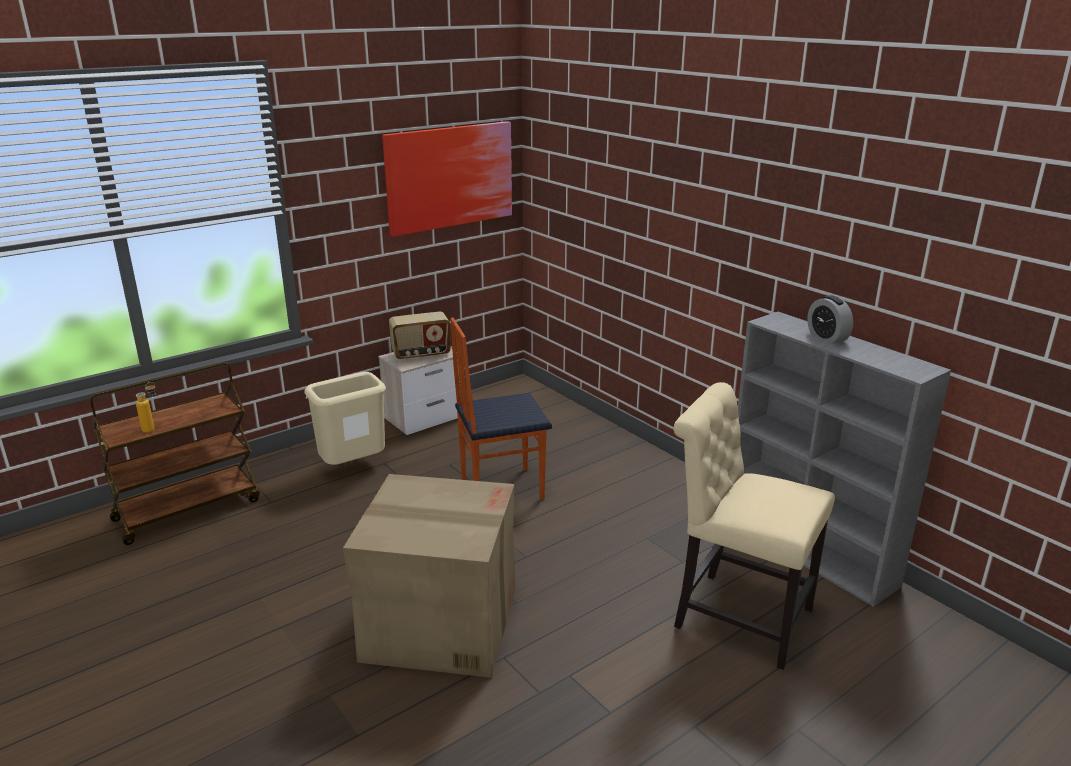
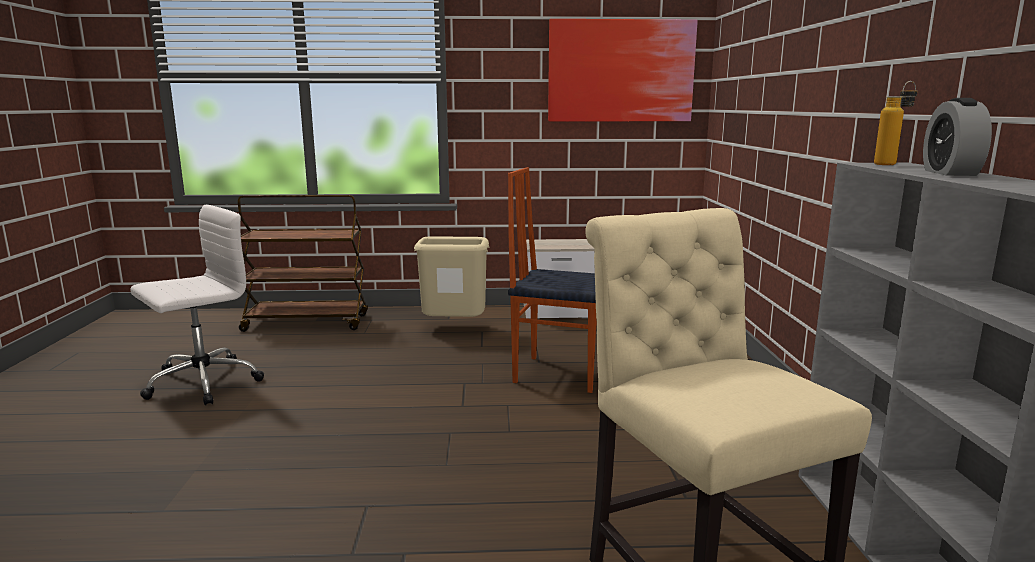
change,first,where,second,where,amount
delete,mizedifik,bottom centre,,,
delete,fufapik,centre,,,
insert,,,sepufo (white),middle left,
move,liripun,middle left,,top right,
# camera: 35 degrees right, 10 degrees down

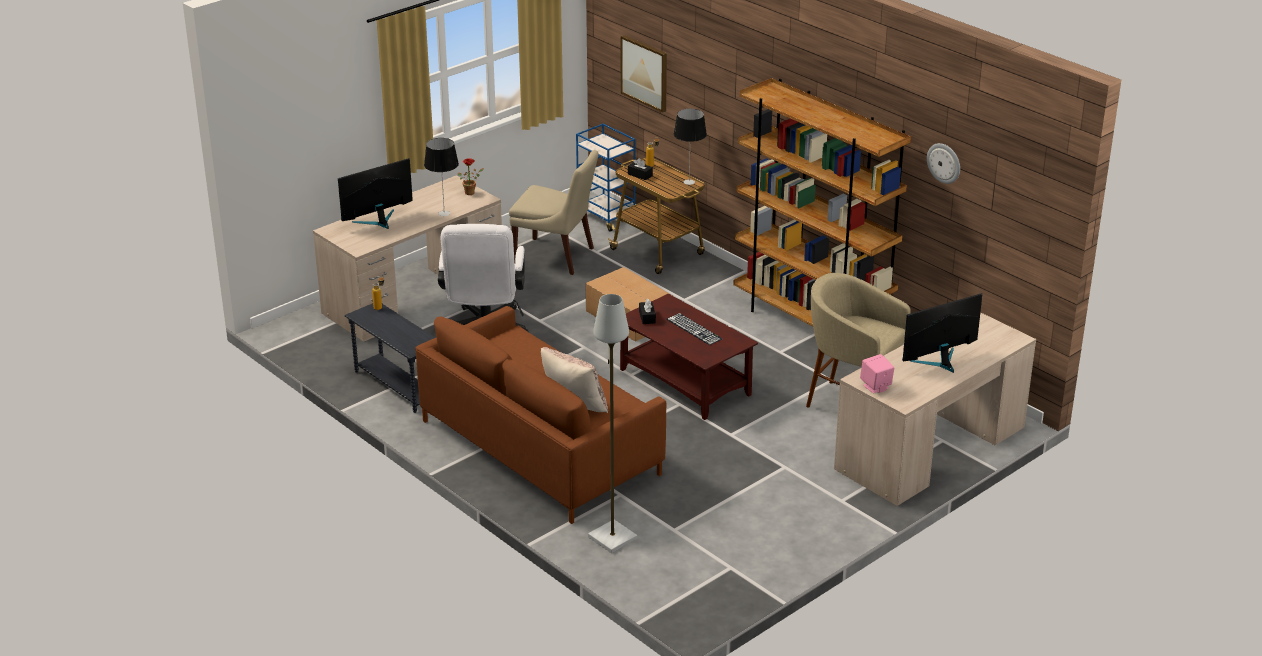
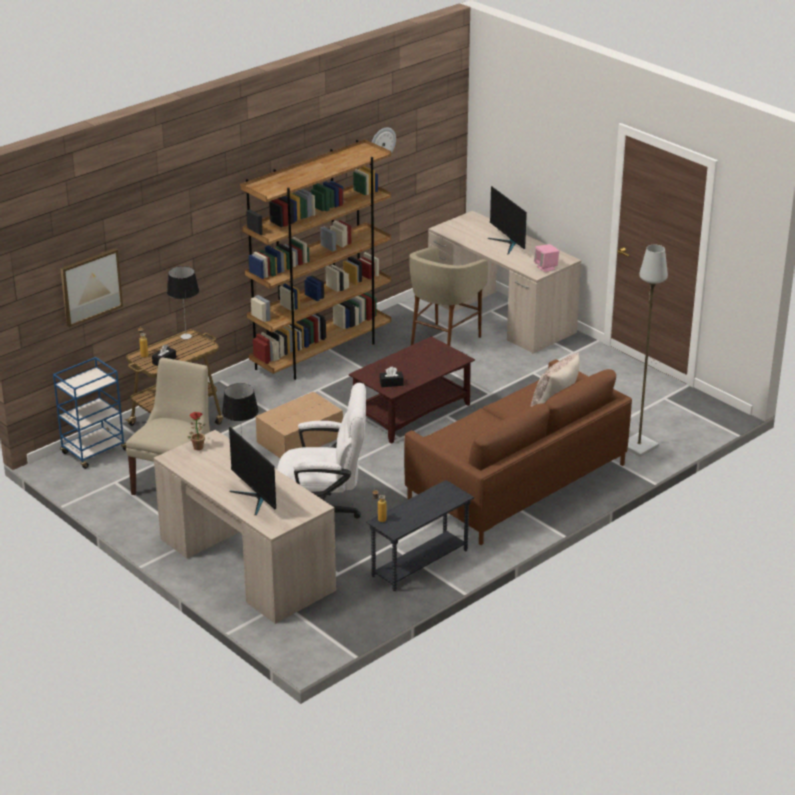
change,first,where,second,where,amount
delete,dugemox,centre,,,
# camera: 90 degrees left, 0 degrees up

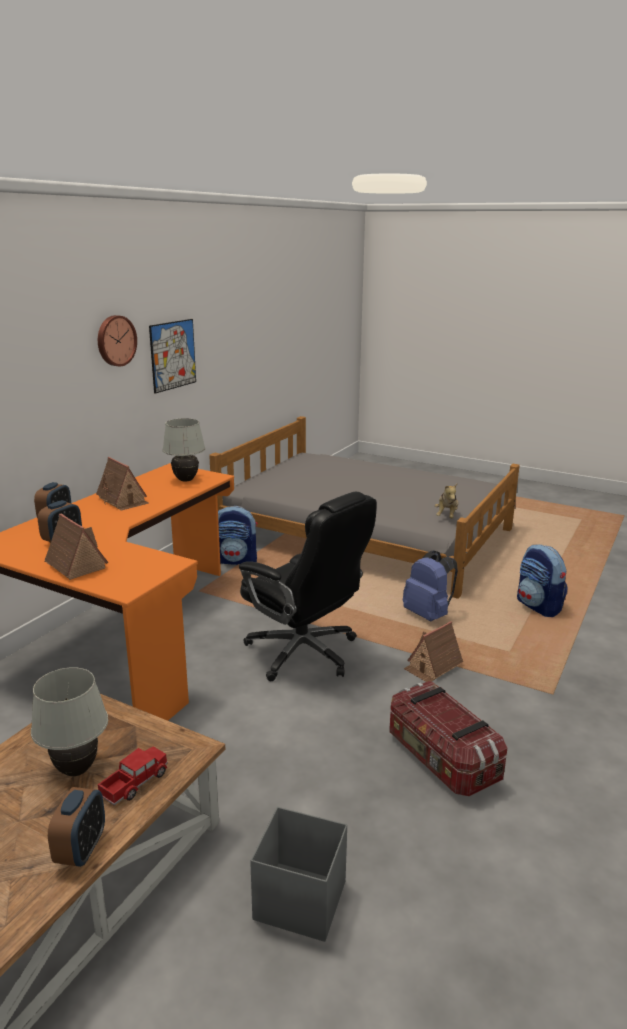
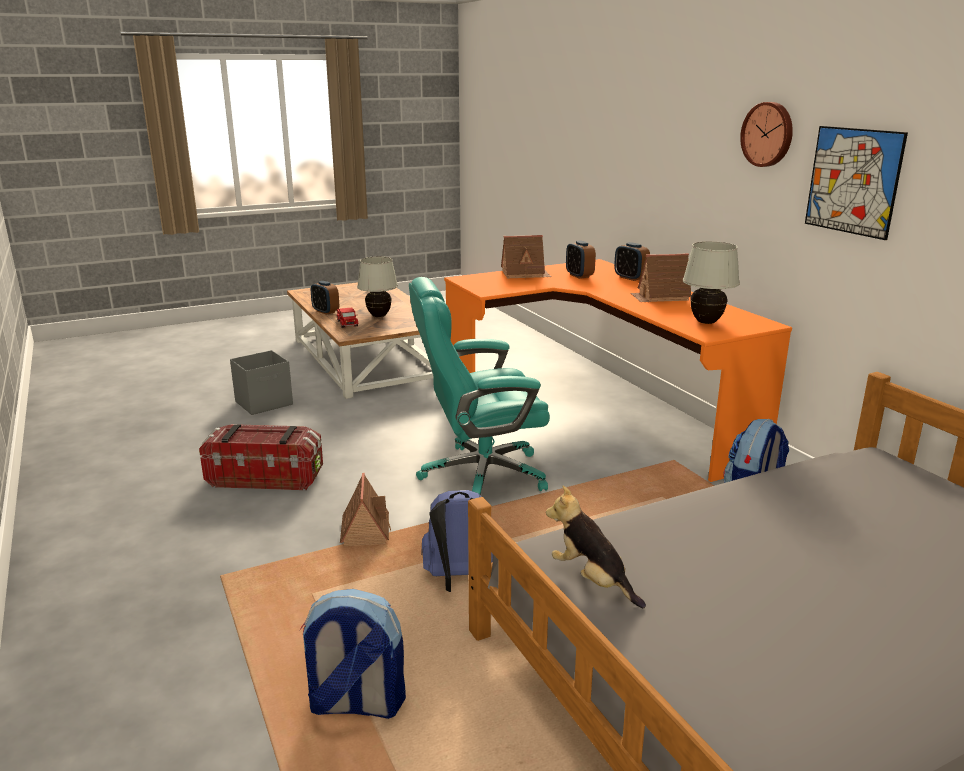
change,first,where,second,where,amount
recolor,sepufo (black),centre,sepufo (turquoise),centre,
# camera: 125 degrees right, 0 degrees up

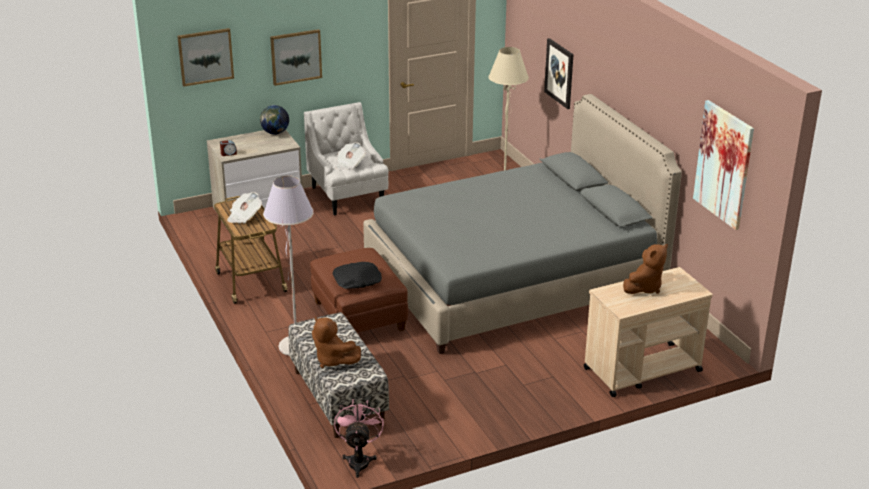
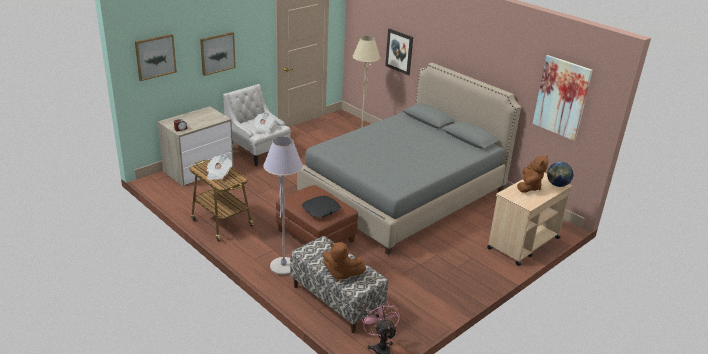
change,first,where,second,where,amount
move,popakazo,top left,,middle right,
# camera: 20 degrees left, 0 degrees up

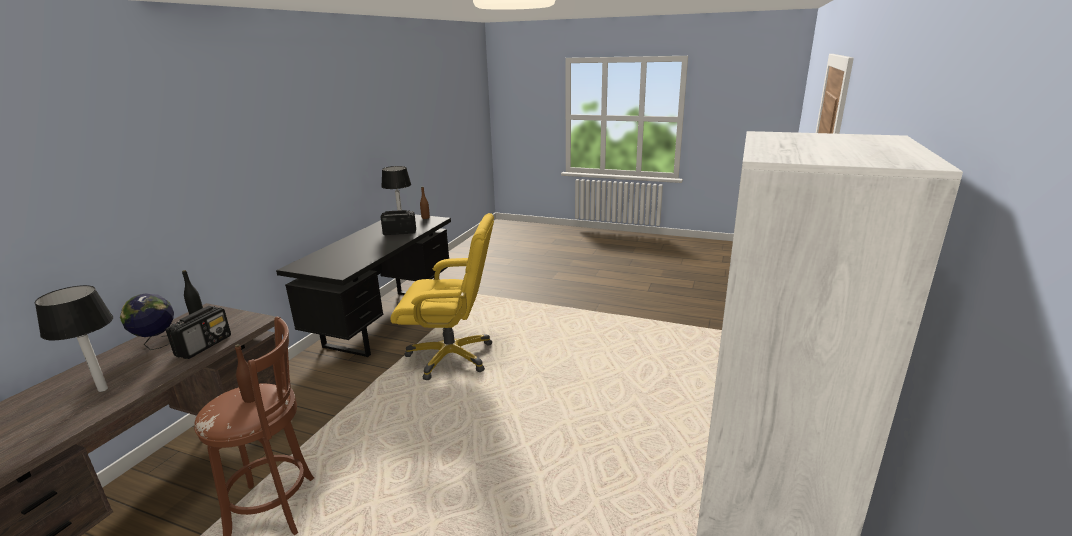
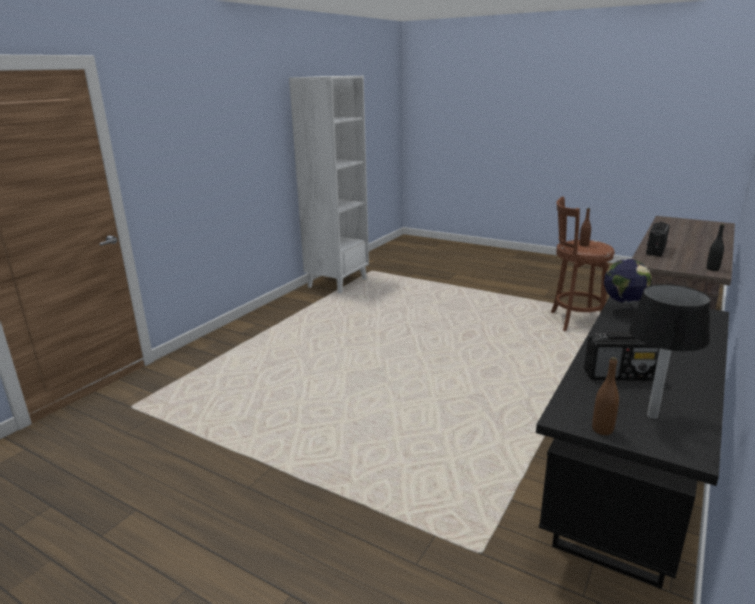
change,first,where,second,where,amount
delete,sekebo (1st from left),middle left,,,
delete,sepufo (yellow),centre,,,
move,popakazo,middle left,,middle right,
# camera: 170 degrees left, 0 degrees up

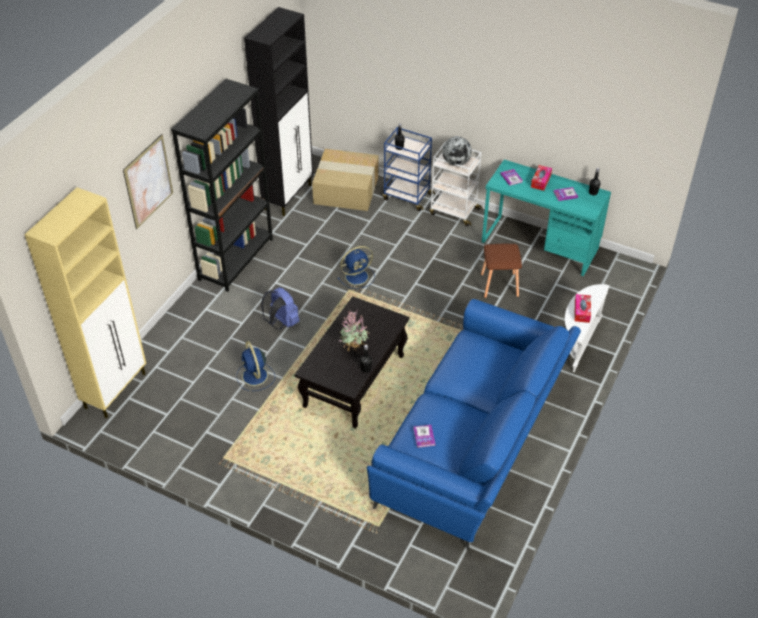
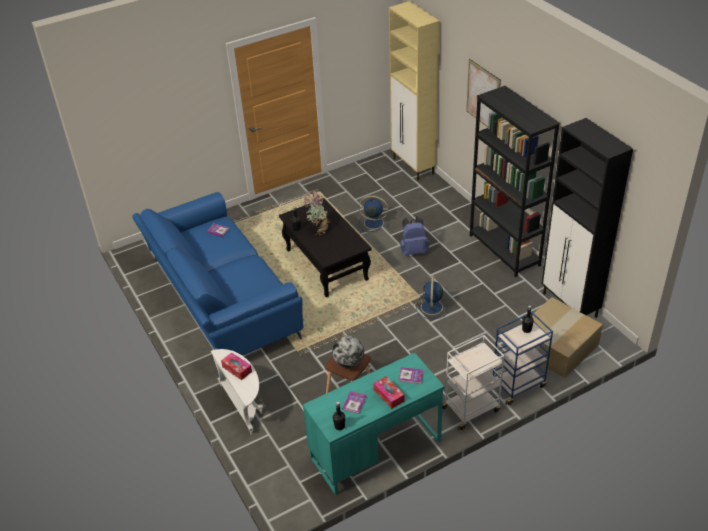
change,first,where,second,where,amount
move,popakazo,top centre,,centre,
# camera: 125 degrees right, 5 degrees down

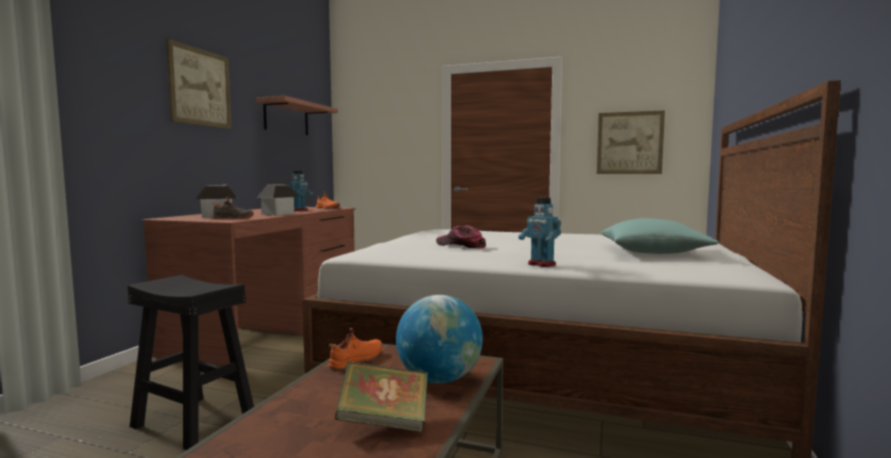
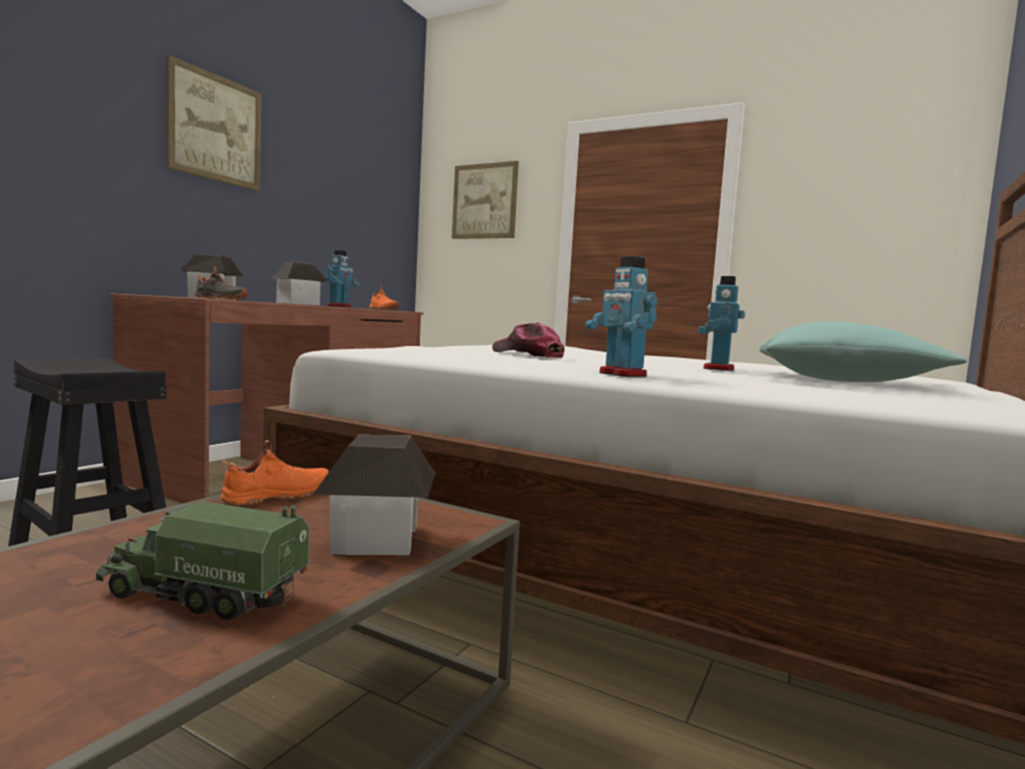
change,first,where,second,where,amount
delete,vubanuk,top centre,,,
insert,,,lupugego (3rd from left),middle right,
move,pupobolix (2nd from left),top right,,top centre,
replace,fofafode,bottom centre,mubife,bottom left,
replace,popakazo,bottom centre,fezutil (3rd from left),centre,
# camera: 10 degrees right, 0 degrees up

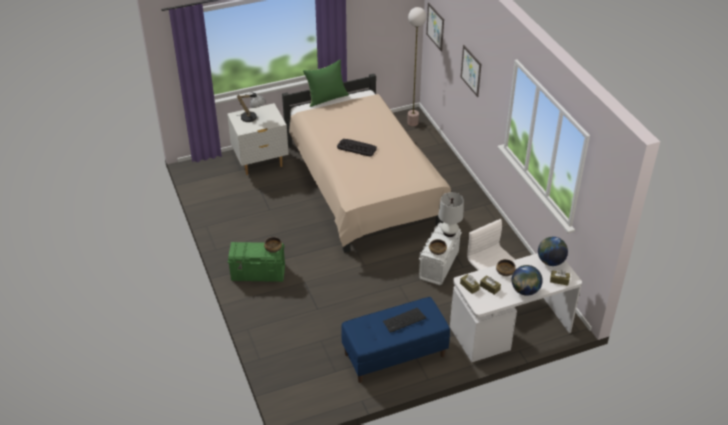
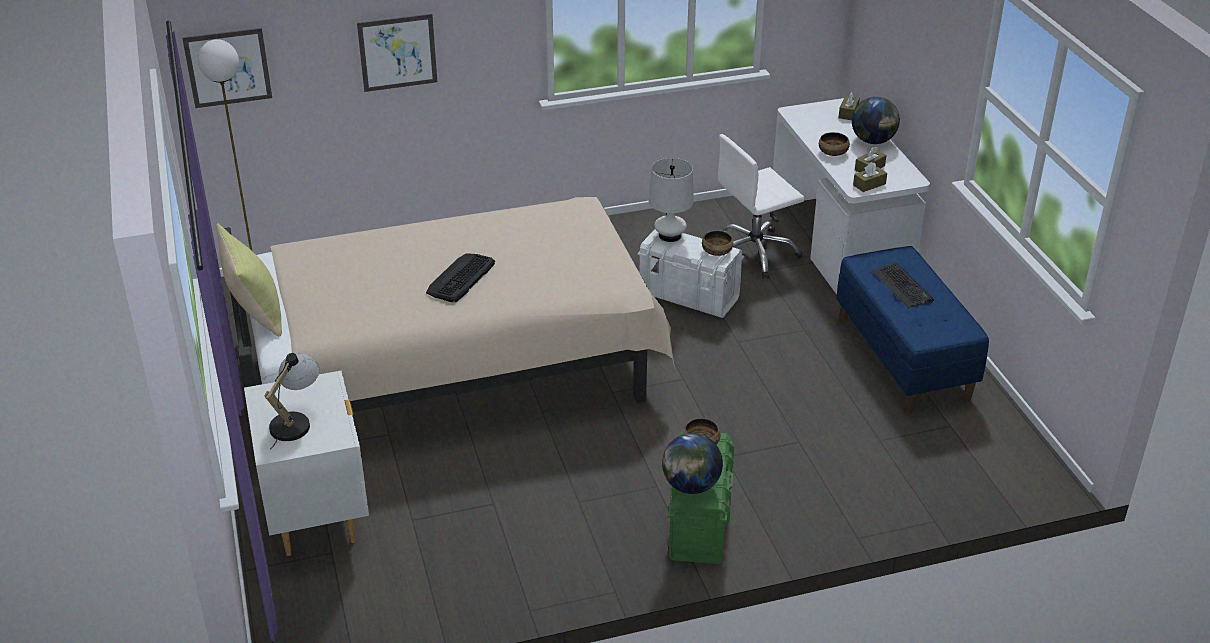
change,first,where,second,where,amount
move,popakazo (2nd from left in the first image),middle right,popakazo (1st from left),bottom centre,
recolor,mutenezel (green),top centre,mutenezel (yellow),middle left,
# camera: 85 degrees left, 5 degrees down

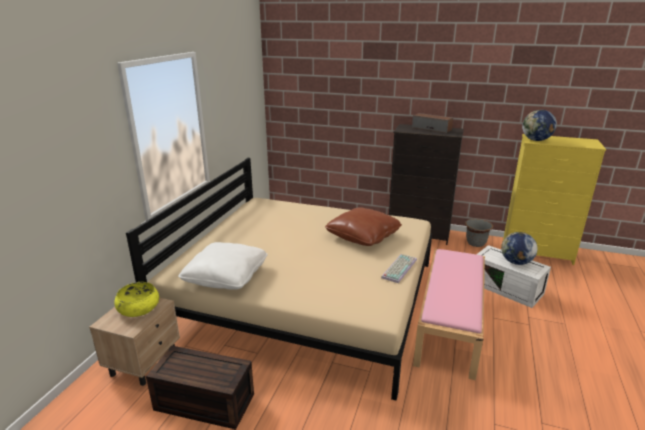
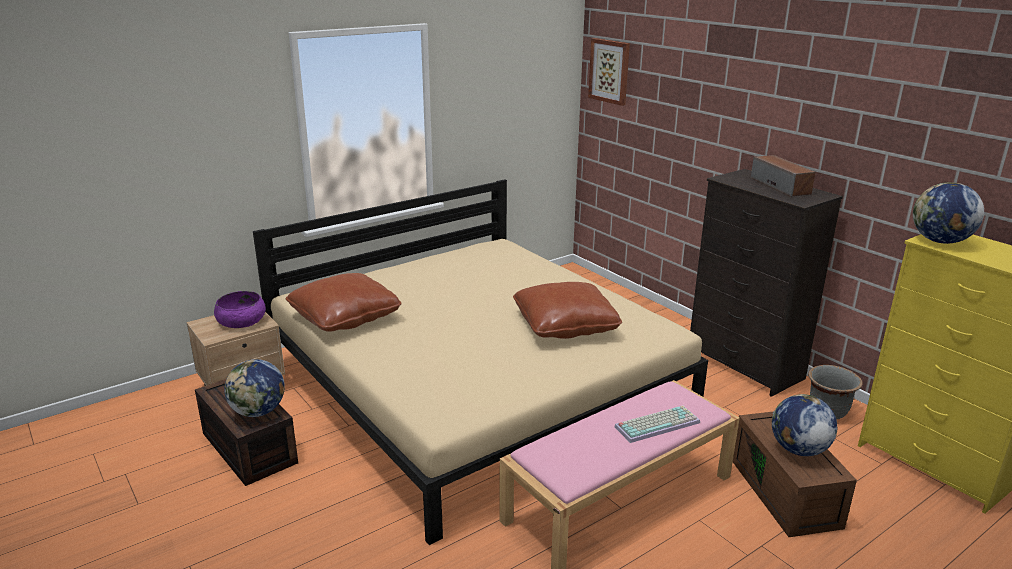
change,first,where,second,where,amount
insert,,,popakazo (1st from left),bottom left,
insert,,,pupobolix,top centre,
move,dugemox,centre,,bottom centre,
recolor,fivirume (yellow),bottom left,fivirume (purple),middle left,
recolor,mutenezel (white),centre,mutenezel (brown) (1st from left),centre,
recolor,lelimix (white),middle right,lelimix (brown) (2nd from left),bottom right,
# camera: 35 degrees right, 0 degrees up

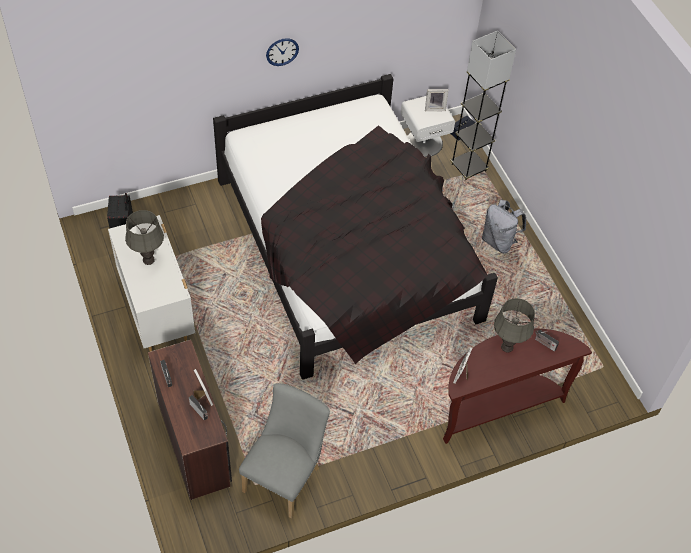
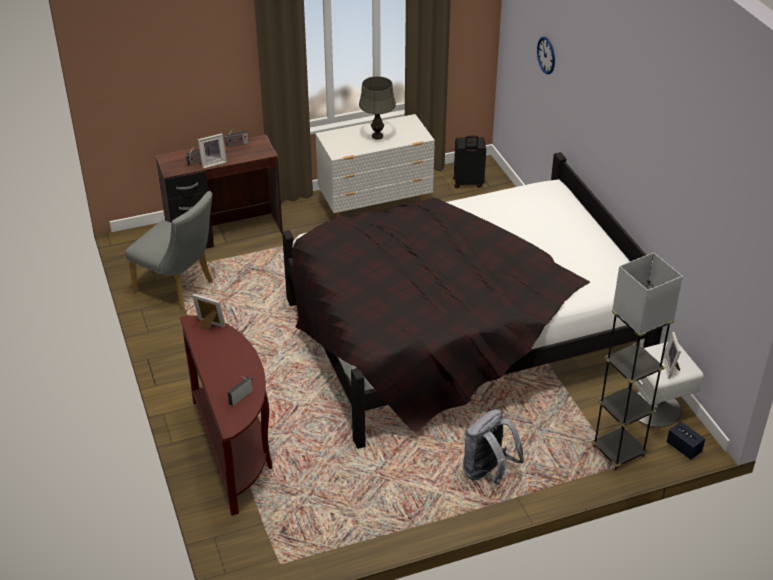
change,first,where,second,where,amount
delete,sekebo (grey) (2nd from left),middle right,,,
move,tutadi,top centre,,top right,
# camera: 95 degrees right, 15 degrees down

